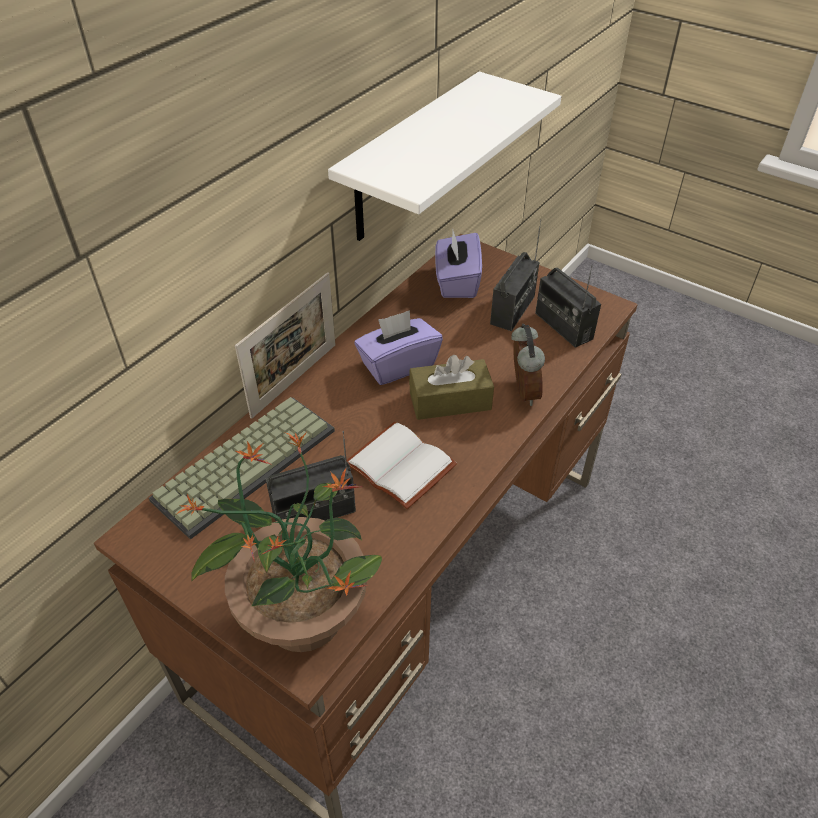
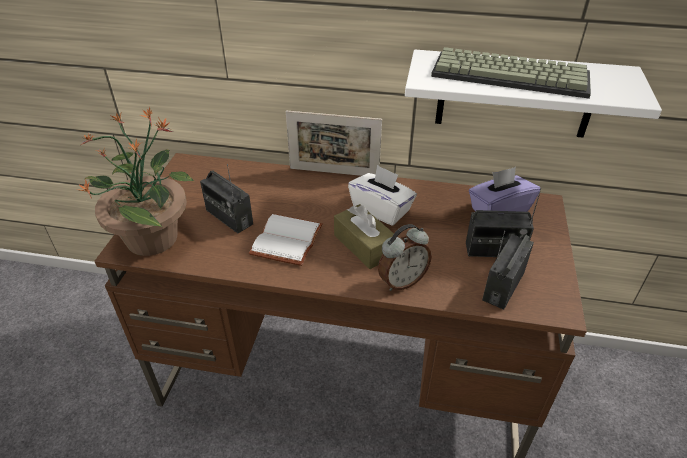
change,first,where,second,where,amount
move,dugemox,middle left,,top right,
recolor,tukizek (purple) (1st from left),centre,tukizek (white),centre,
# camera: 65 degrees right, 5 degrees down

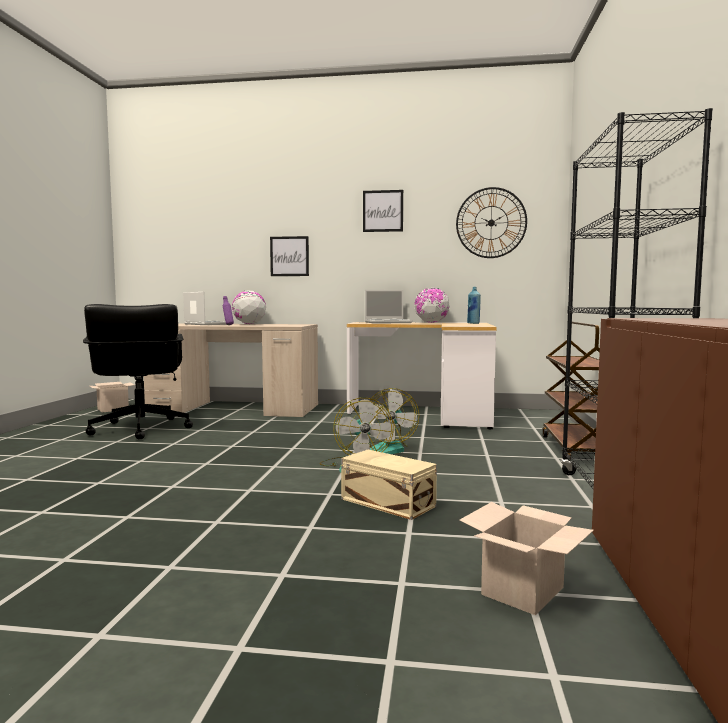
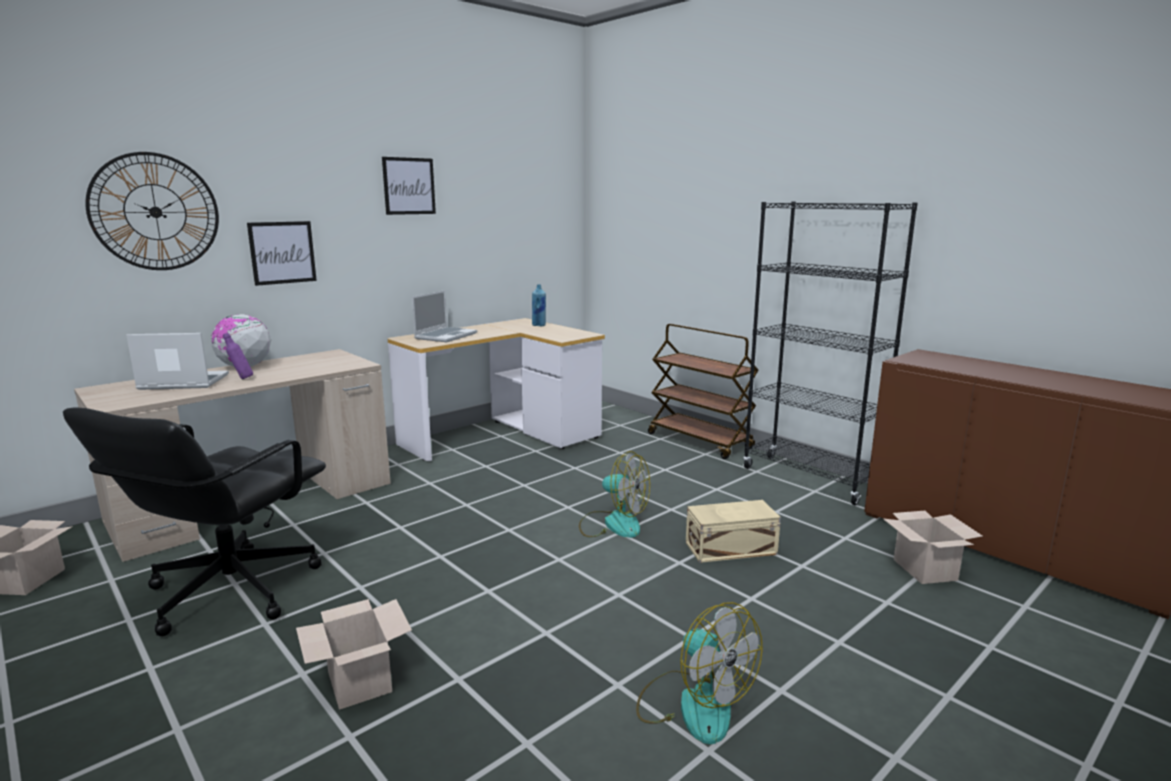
change,first,where,second,where,amount
delete,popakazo (2nd from left),centre,,,
insert,,,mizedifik (2nd from left),bottom left,
move,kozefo (2nd from left),centre,,bottom centre,
move,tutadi,top right,,top left,
rotate,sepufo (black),middle left,,bottom left,90 degrees clockwise
# camera: 50 degrees left, 10 degrees up

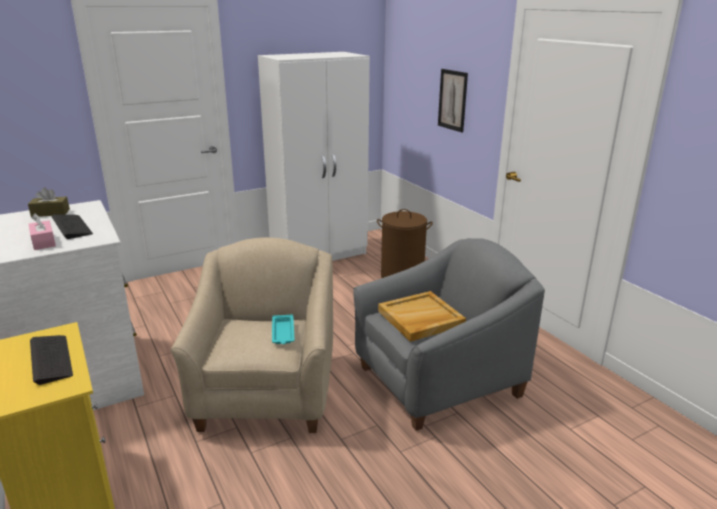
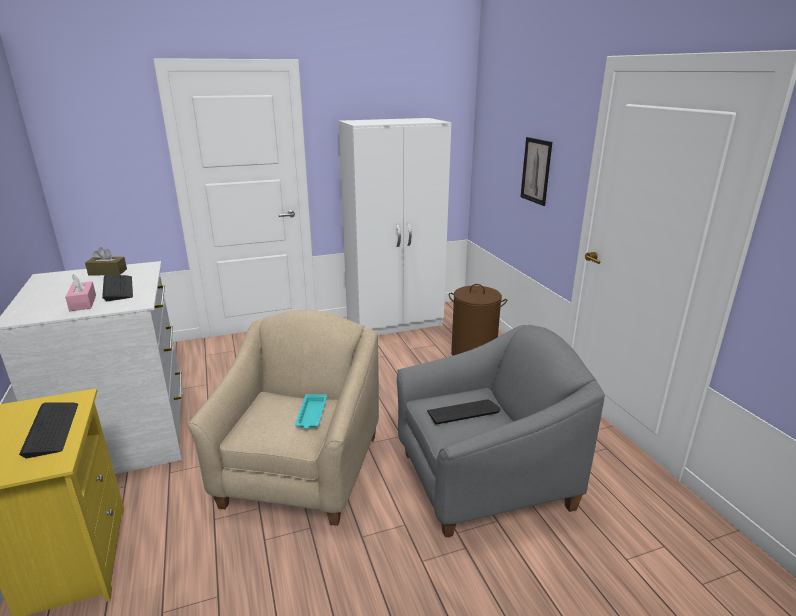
change,first,where,second,where,amount
replace,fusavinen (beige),centre,dugemox (3rd from left),bottom centre,
# camera: 10 degrees right, 0 degrees up

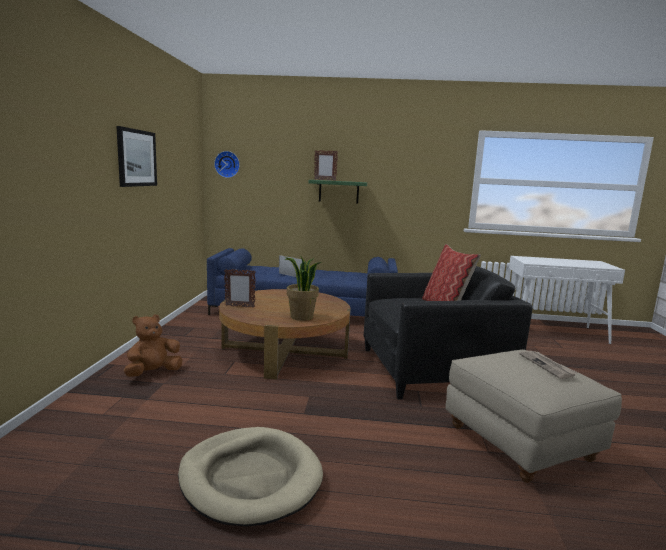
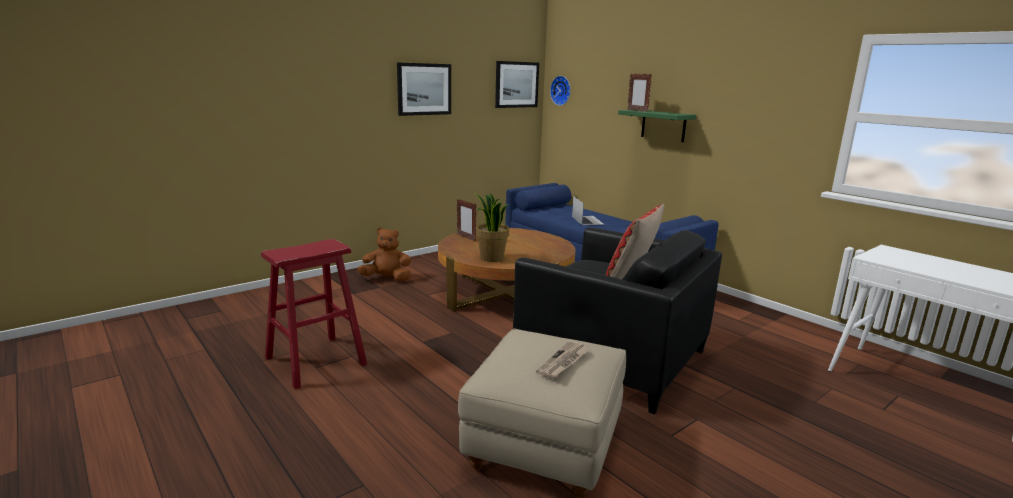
change,first,where,second,where,amount
insert,,,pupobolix (2nd from left),top centre,
replace,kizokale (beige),bottom centre,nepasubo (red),middle left,
# camera: 45 degrees right, 5 degrees up

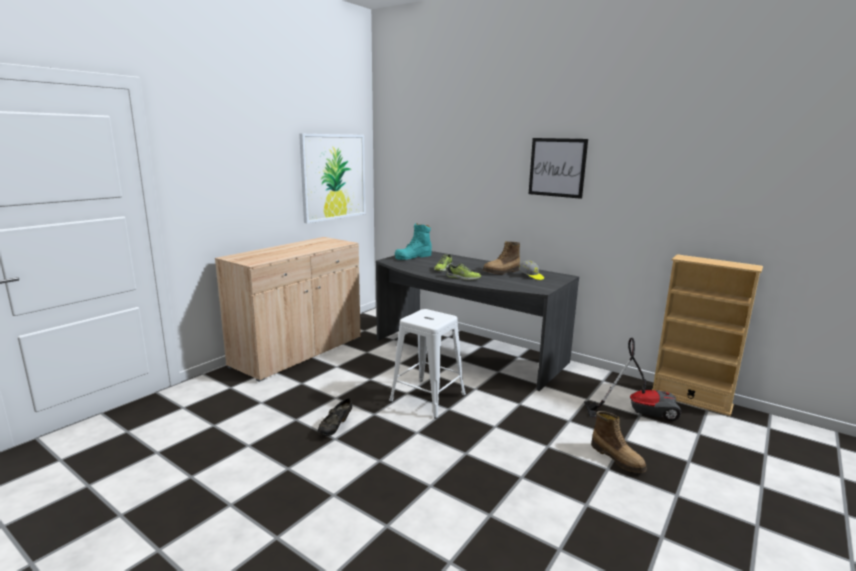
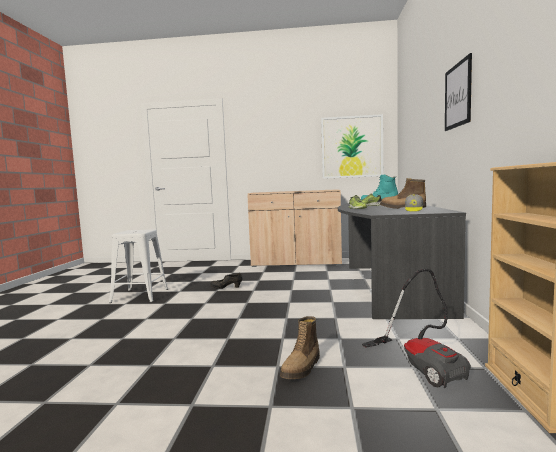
change,first,where,second,where,amount
move,nepasubo (white),centre,,middle left,
# camera: 60 degrees right, 10 degrees down

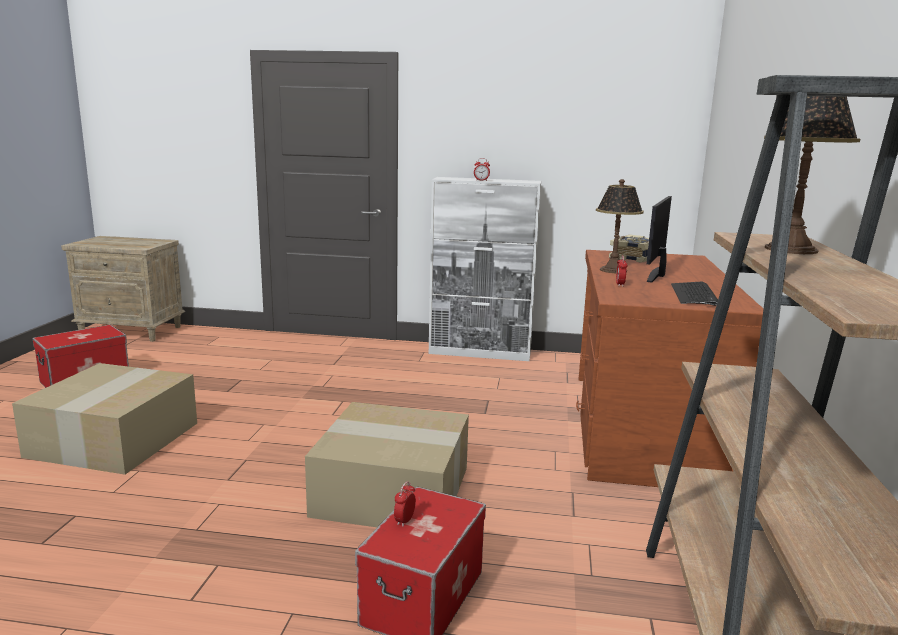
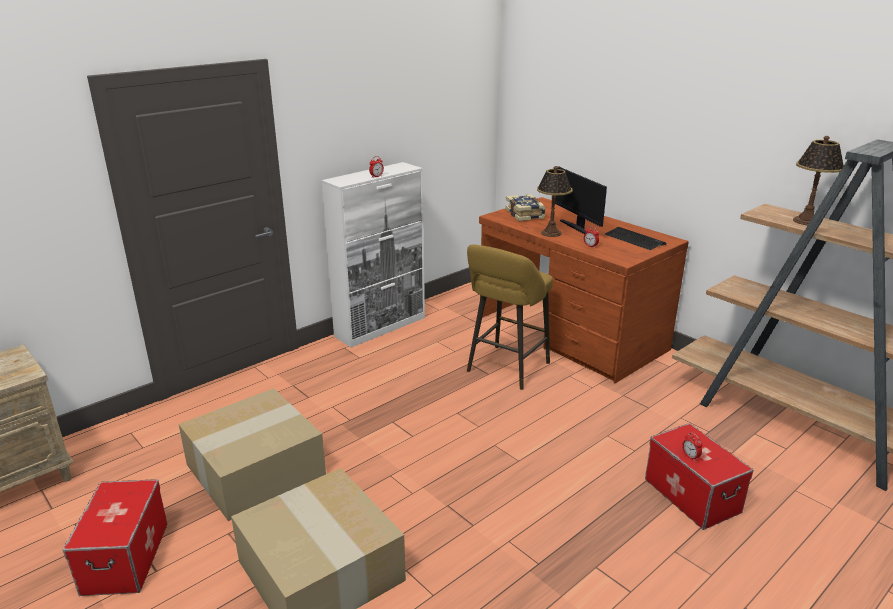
change,first,where,second,where,amount
insert,,,nepasubo (yellow),centre,
move,mizedifik (2nd from left in the first image),bottom centre,mizedifik (1st from left),bottom left,
# camera: 50 degrees left, 10 degrees up

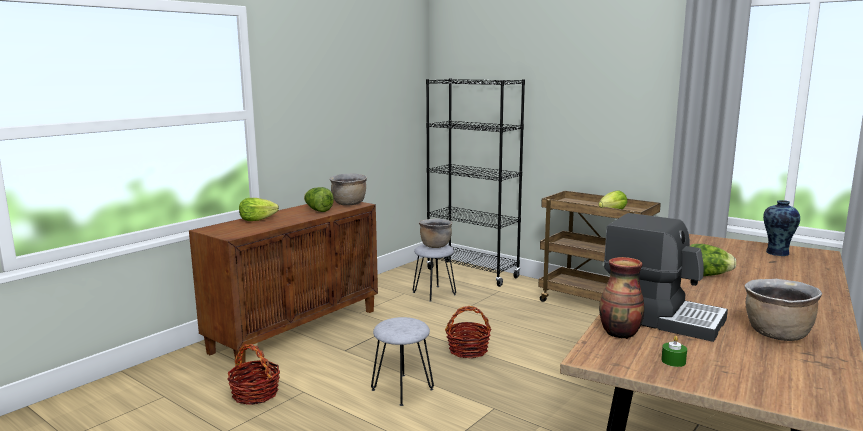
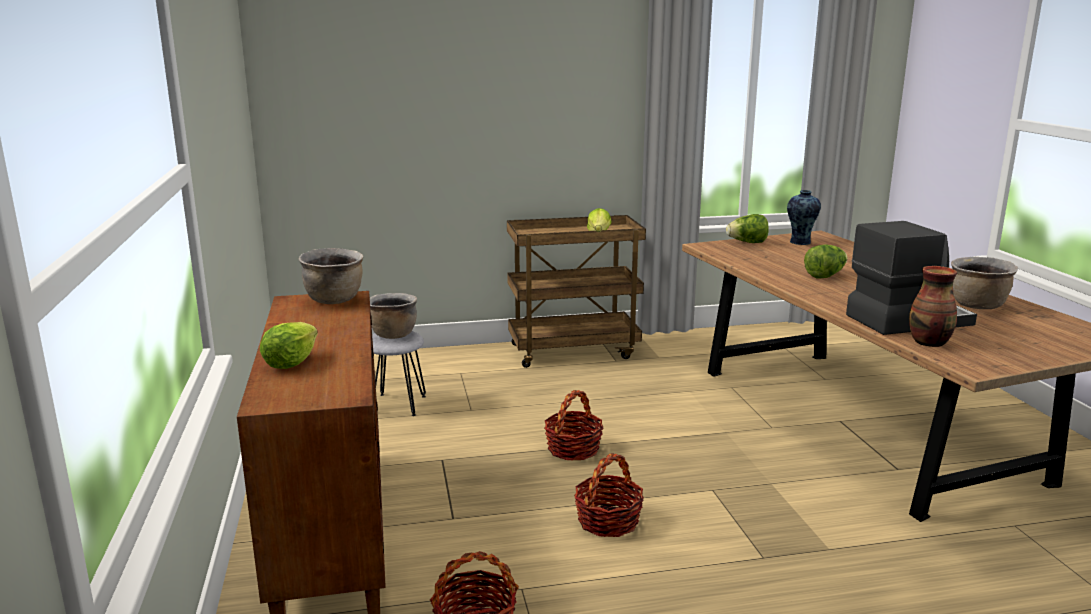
change,first,where,second,where,amount
delete,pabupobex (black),centre,,,
delete,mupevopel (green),bottom right,,,
move,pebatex (2nd from left in the first image),centre,pebatex (3rd from left),middle right,
replace,nepasubo (grey) (1st from left),bottom centre,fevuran (3rd from left),bottom centre,
# camera: 50 degrees left, 5 degrees up

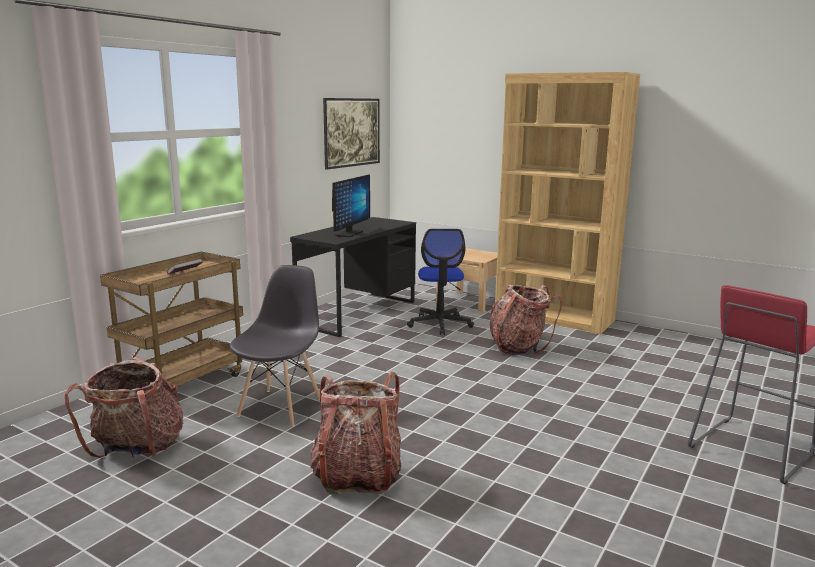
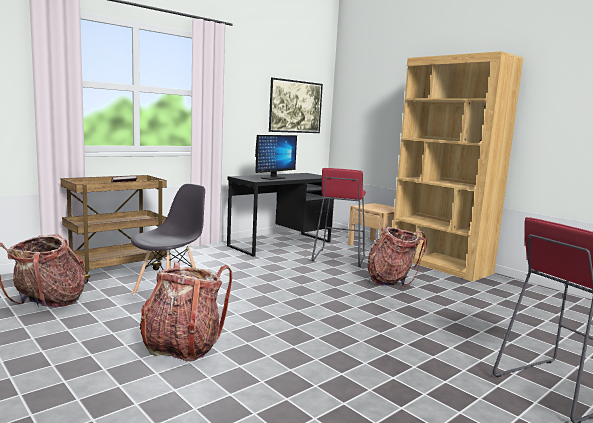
change,first,where,second,where,amount
replace,sepufo,centre,nepasubo (red) (1st from left),centre,
# camera: 15 degrees right, 5 degrees down

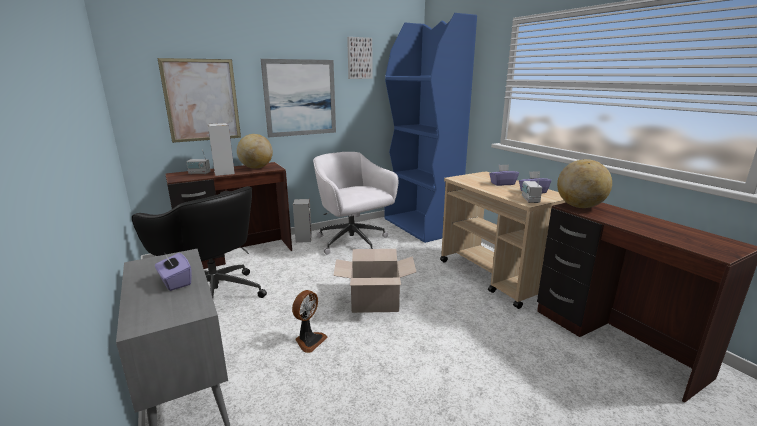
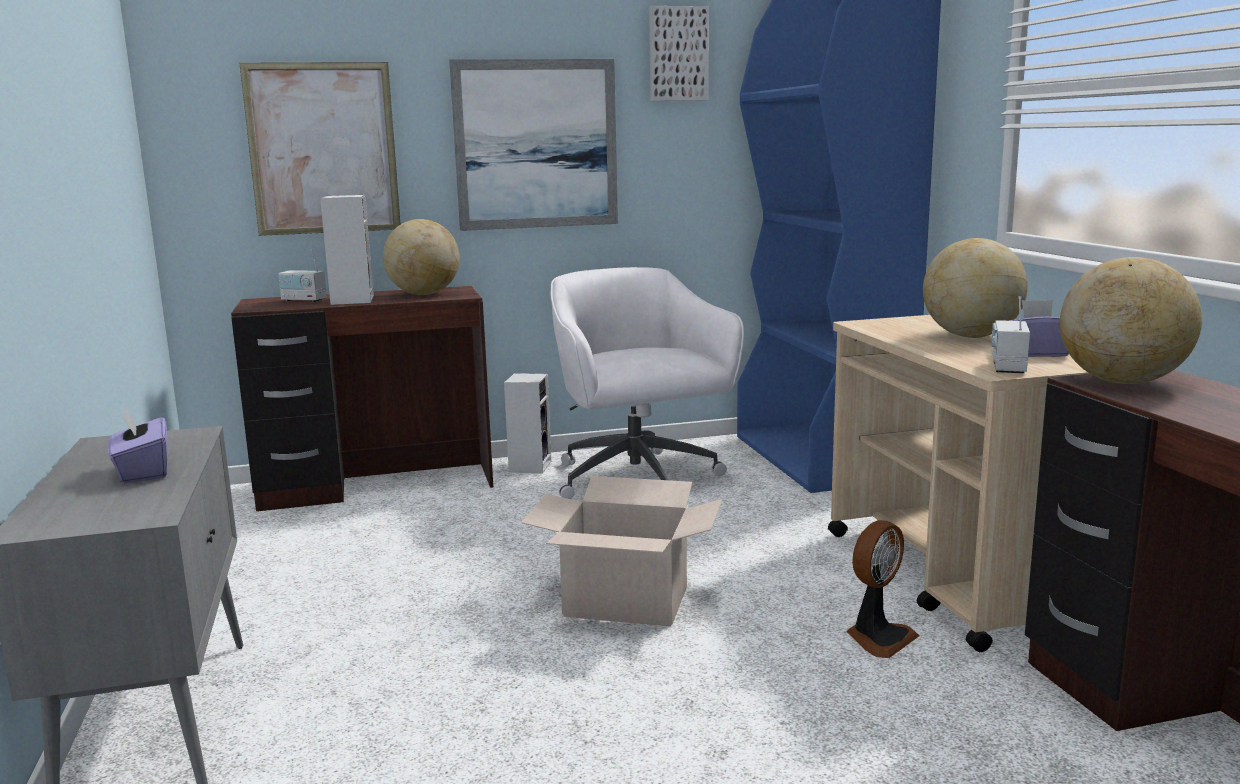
change,first,where,second,where,amount
delete,sepufo (black),middle left,,,
move,kozefo,bottom centre,,bottom right,
replace,tukizek (purple) (2nd from left),centre,popakazo (2nd from left),middle right,
# camera: 15 degrees right, 5 degrees down

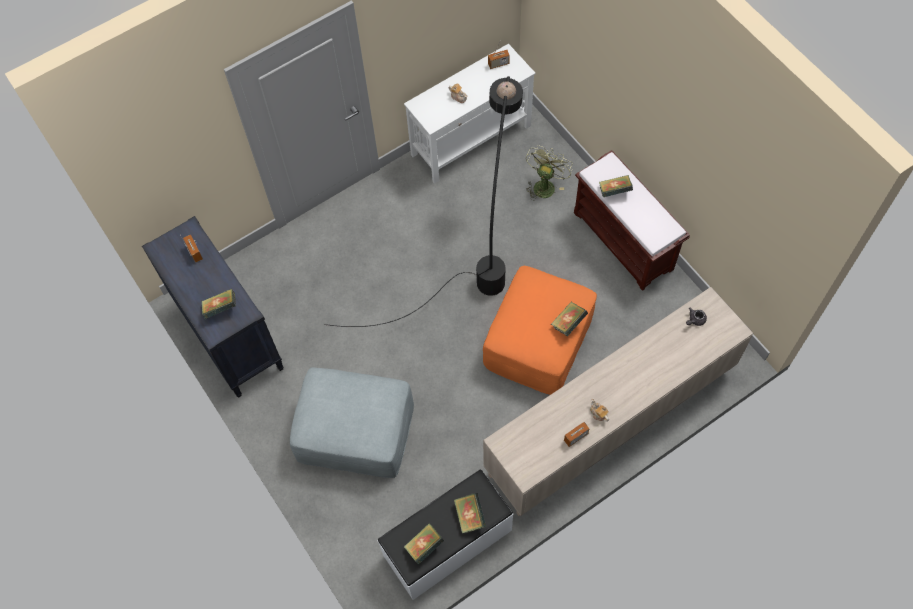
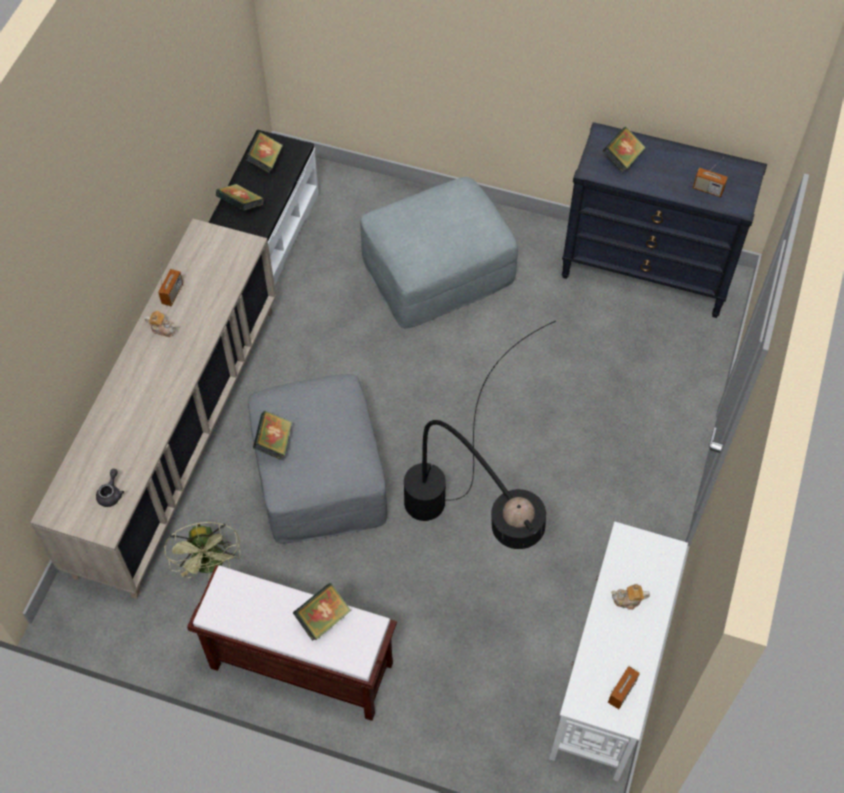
change,first,where,second,where,amount
move,kozefo (green),top centre,,bottom left,
recolor,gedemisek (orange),centre,gedemisek (grey) (1st from left),centre,
# camera: 140 degrees right, 5 degrees down

